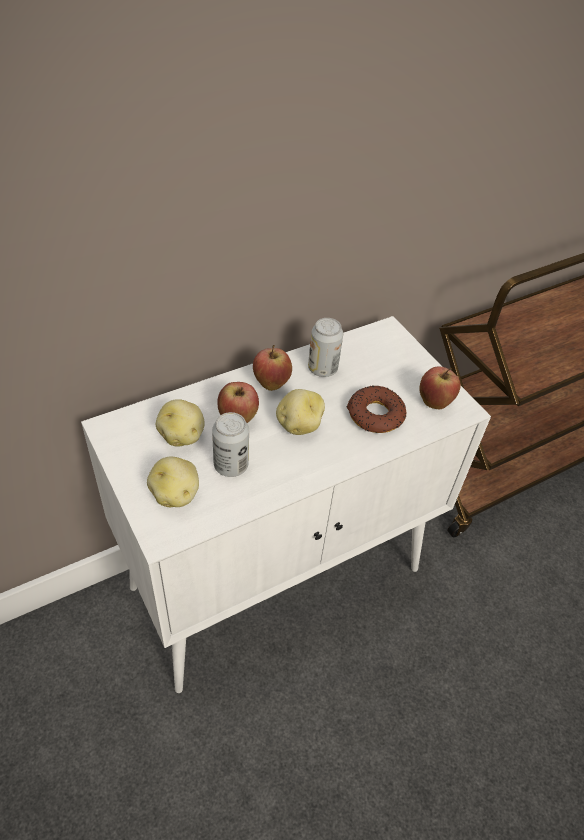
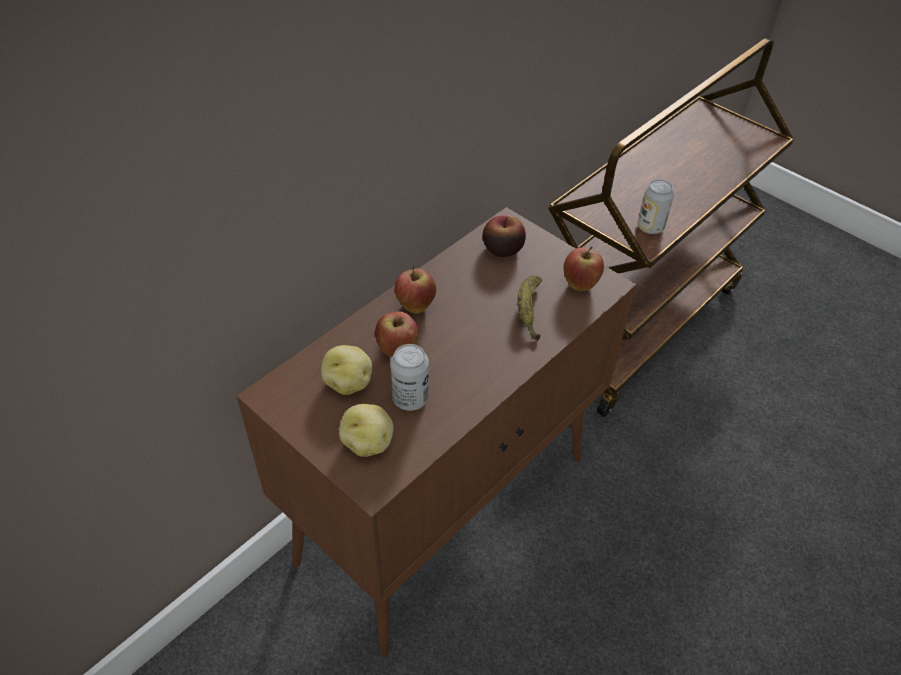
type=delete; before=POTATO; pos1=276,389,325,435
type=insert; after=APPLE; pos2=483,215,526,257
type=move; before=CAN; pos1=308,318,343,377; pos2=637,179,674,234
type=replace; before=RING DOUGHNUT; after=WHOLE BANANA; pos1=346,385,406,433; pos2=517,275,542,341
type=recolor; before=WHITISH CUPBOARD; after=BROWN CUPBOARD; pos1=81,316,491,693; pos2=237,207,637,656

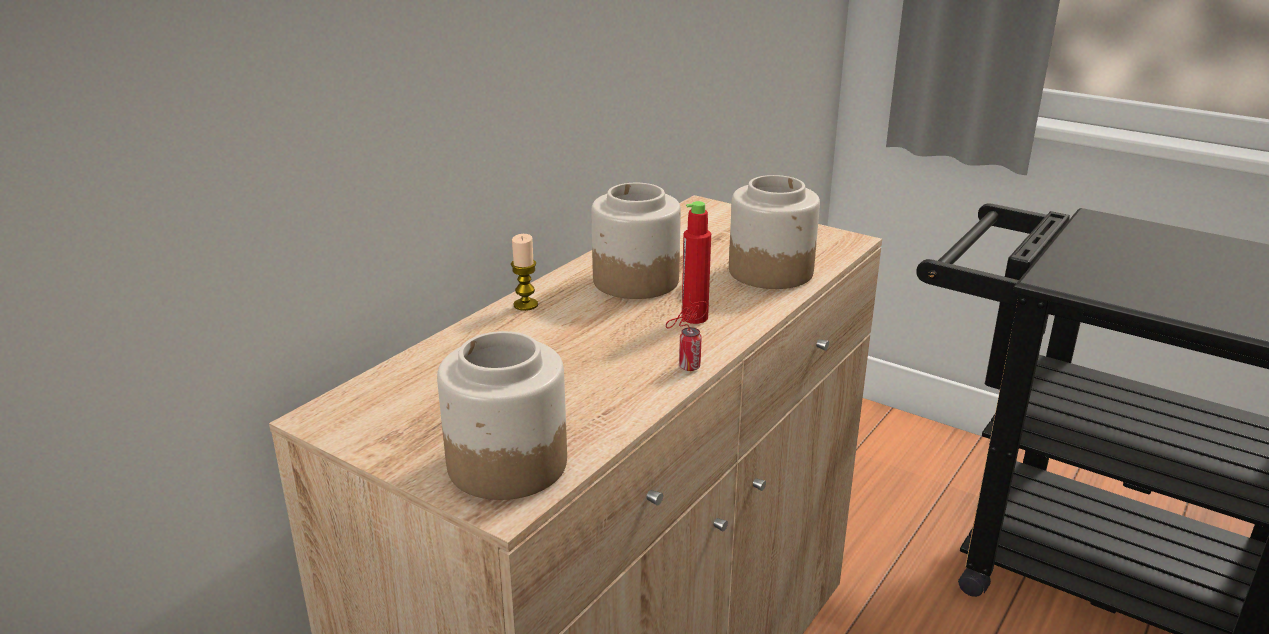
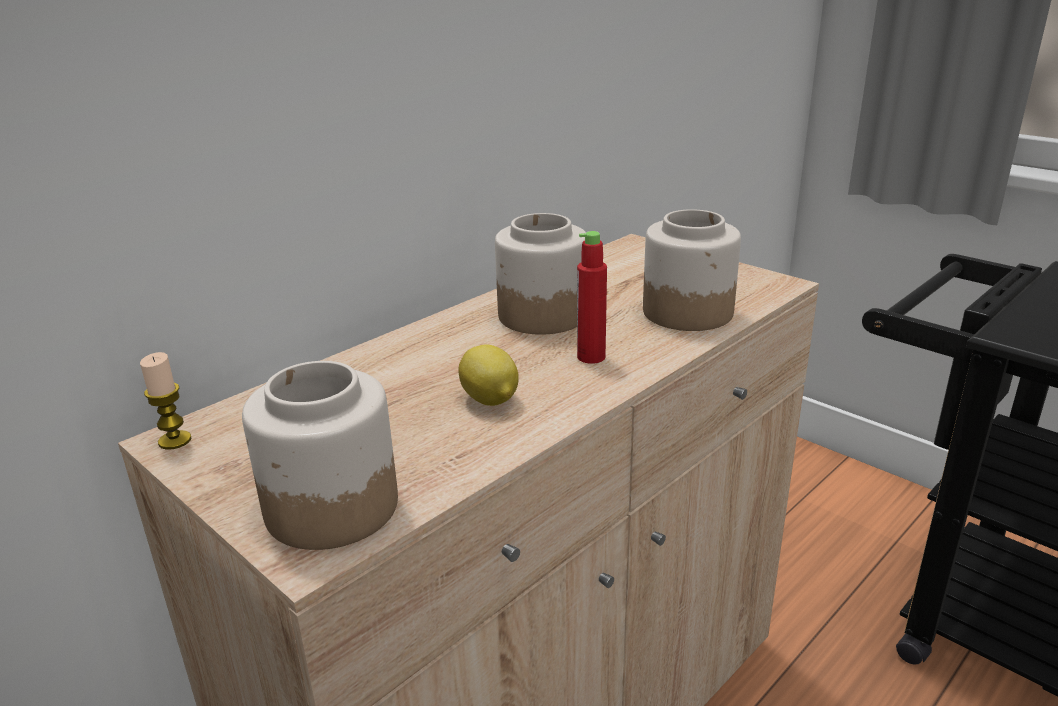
type=delete; before=CAN; pos1=666,294,708,371
type=insert; after=LEMON; pos2=458,345,519,406
type=move; before=CANDLE; pos1=511,234,538,311; pos2=140,352,192,450

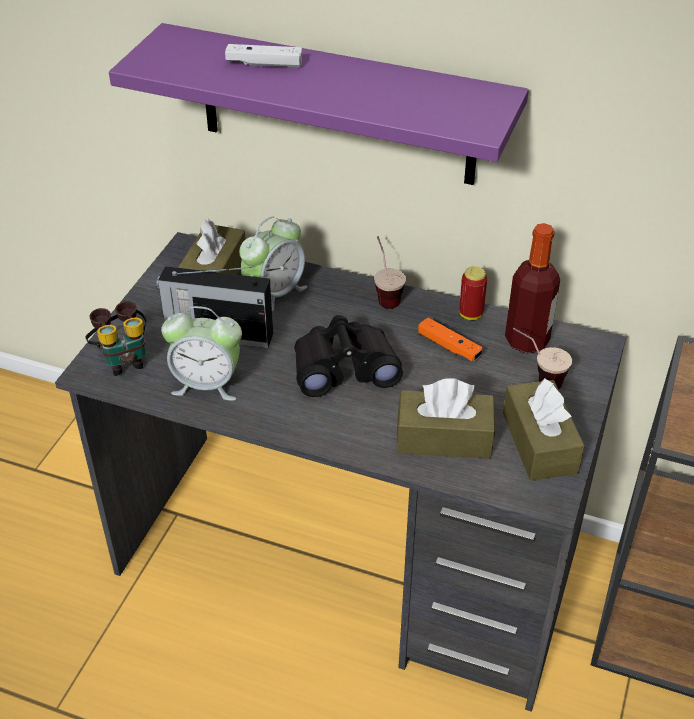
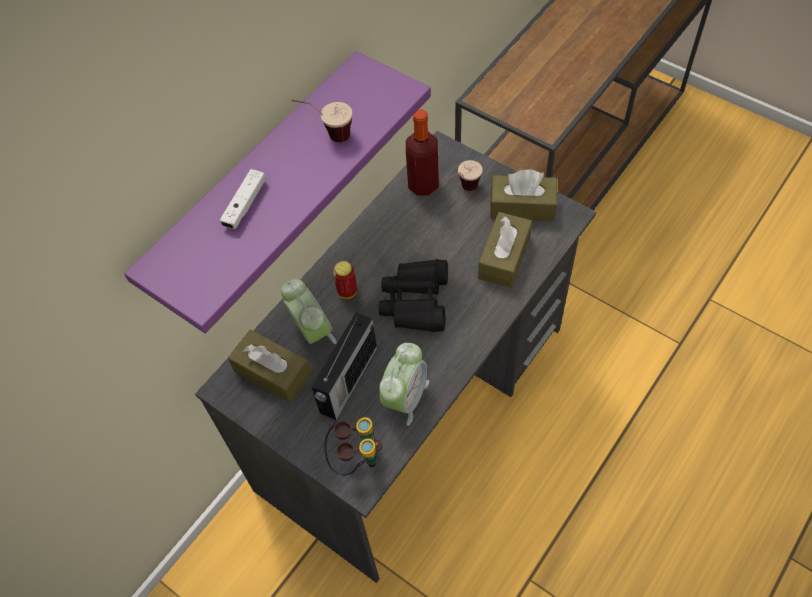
type=delete; before=ORANGE-COLOURED GAME CONTROLLER; pos1=418,317,483,361
type=move; before=DRINKING CUP; pos1=374,236,406,309; pos2=291,99,352,142
type=move; before=CAN; pos1=459,266,487,320; pos2=333,261,357,299

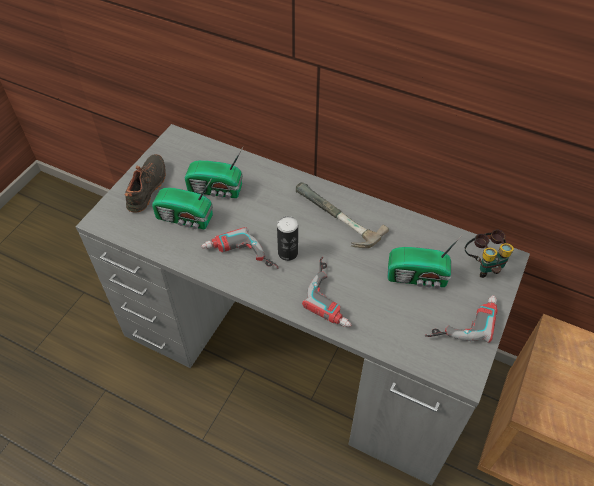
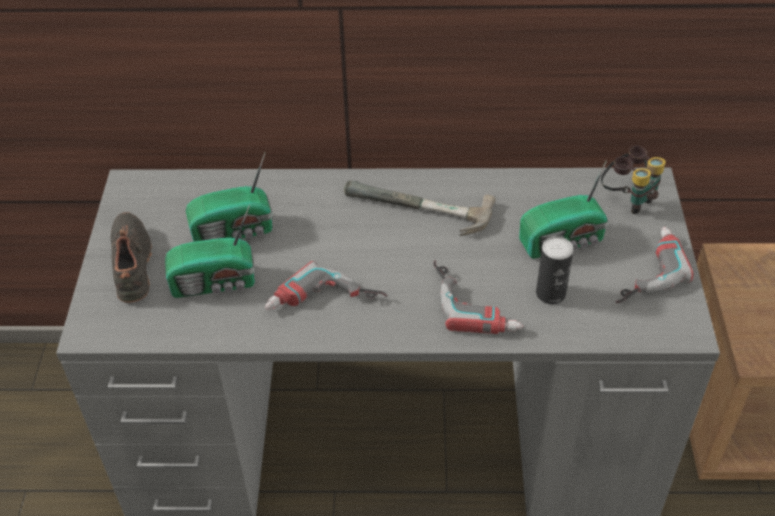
type=move; before=CAN; pos1=277,216,298,261; pos2=536,236,574,304

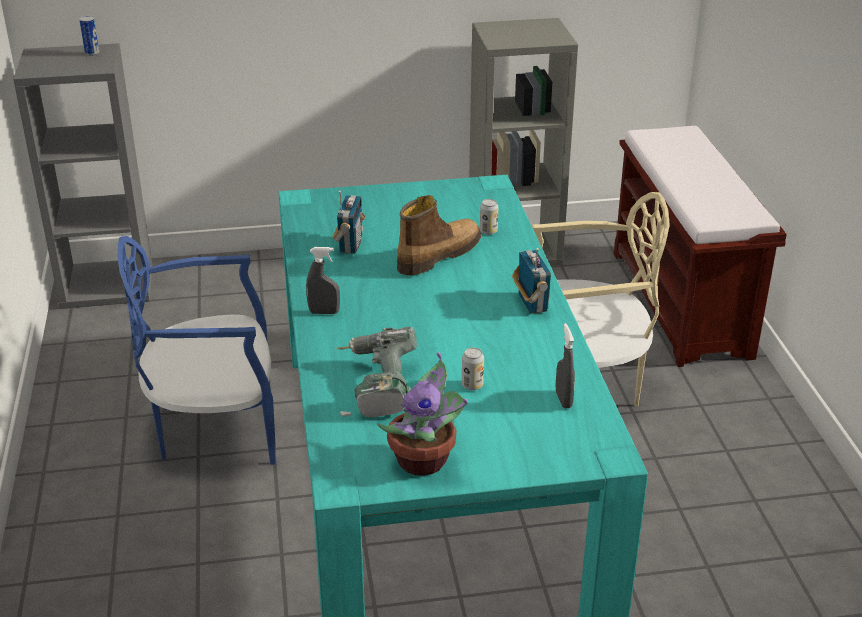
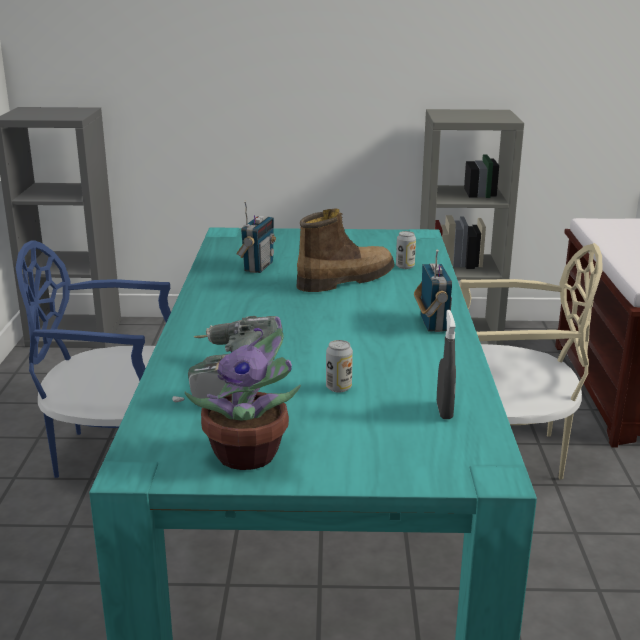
type=delete; before=CAN; pos1=79,16,99,56
type=delete; before=GREYISH SPRAYER; pos1=306,247,340,314

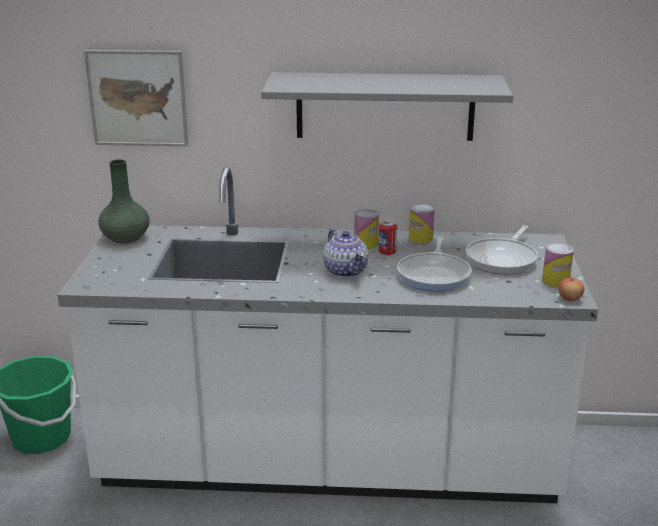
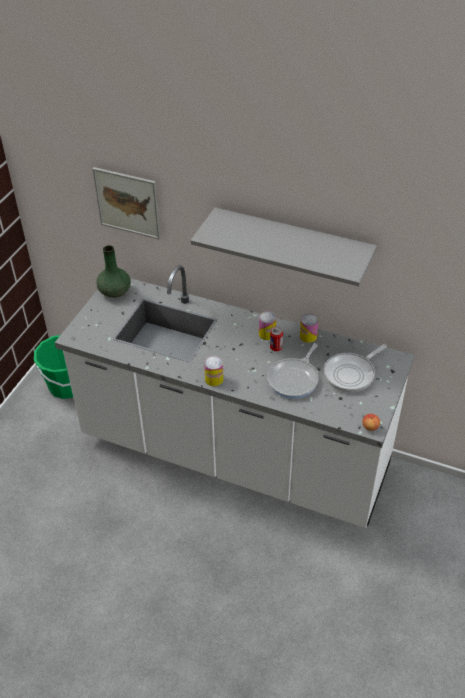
type=delete; before=POT FOR TEA; pos1=323,229,368,278
type=move; before=CAN; pos1=542,243,574,287; pos2=204,356,223,386

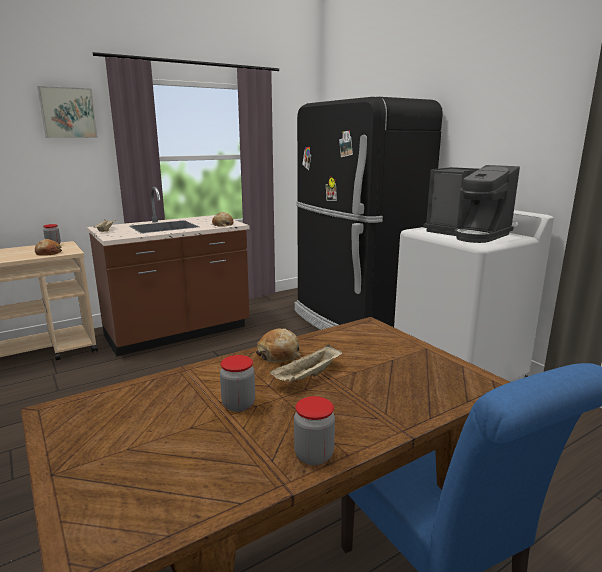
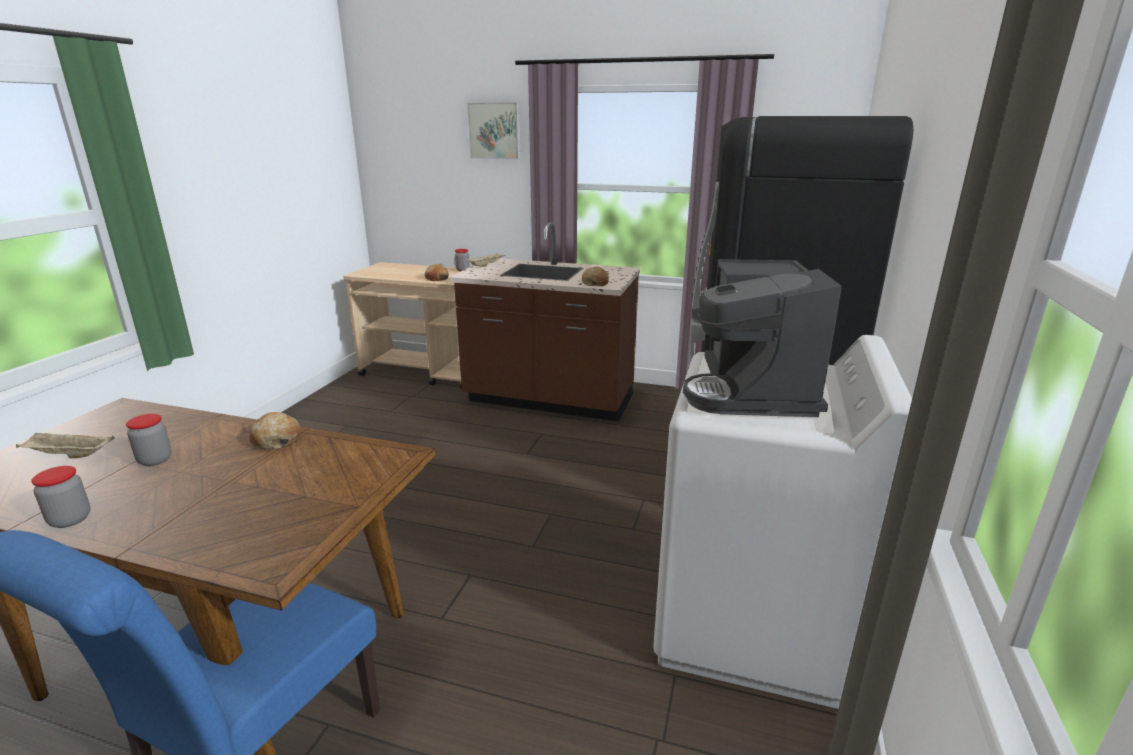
type=move; before=BEIGE-COLOURED CARRYING TRAY; pos1=270,344,342,382; pos2=16,432,115,458

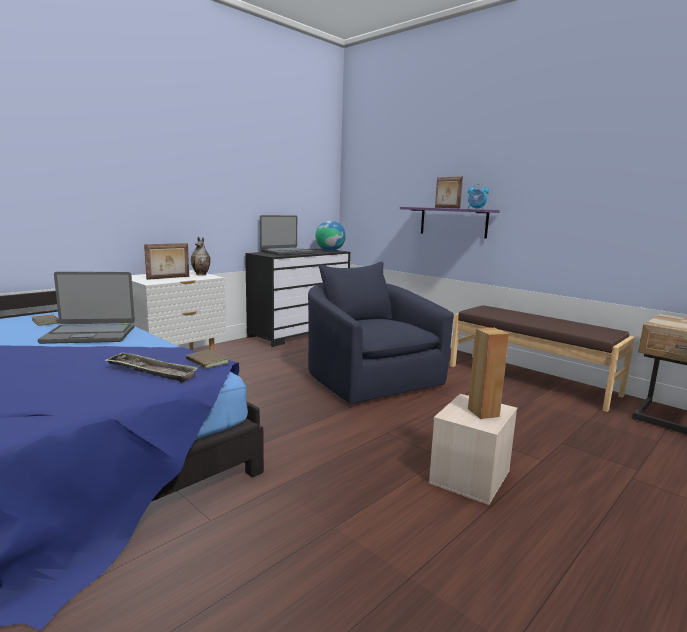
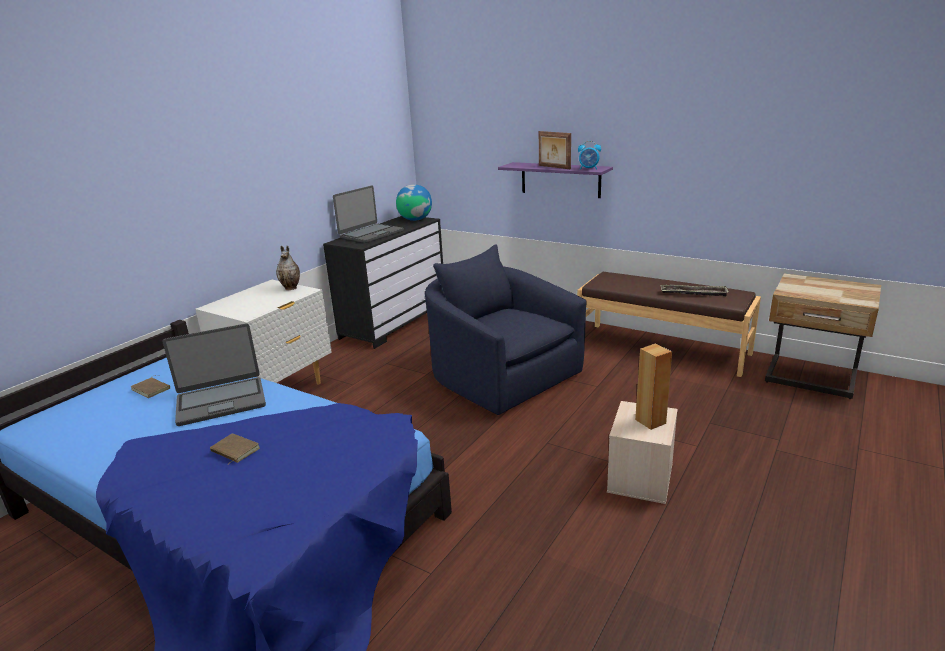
type=delete; before=PHOTO FRAME; pos1=144,243,189,280
type=move; before=CARRYING TRAY; pos1=105,352,199,383; pos2=660,285,728,296
type=move; before=BROWN BOUND BOOK; pos1=186,350,229,369; pos2=210,433,260,463

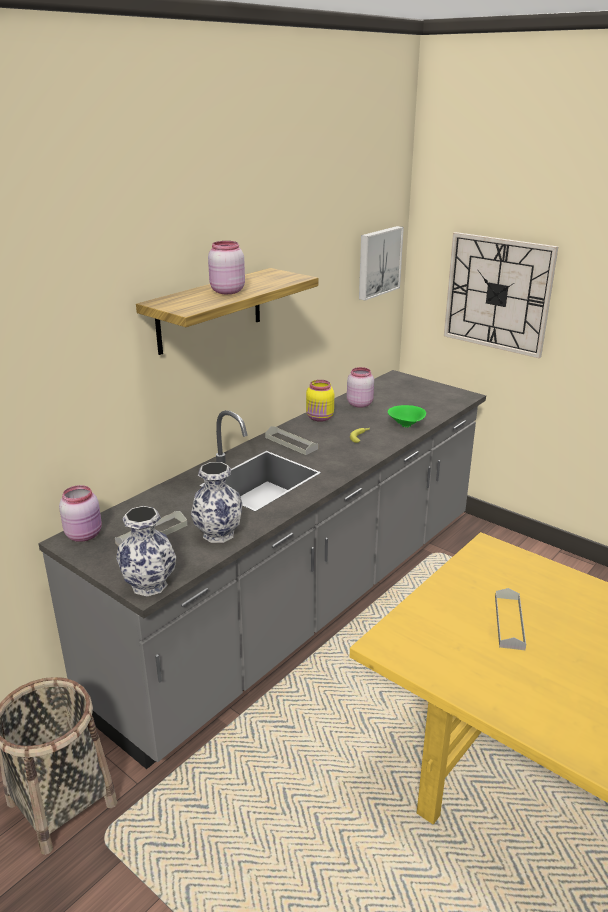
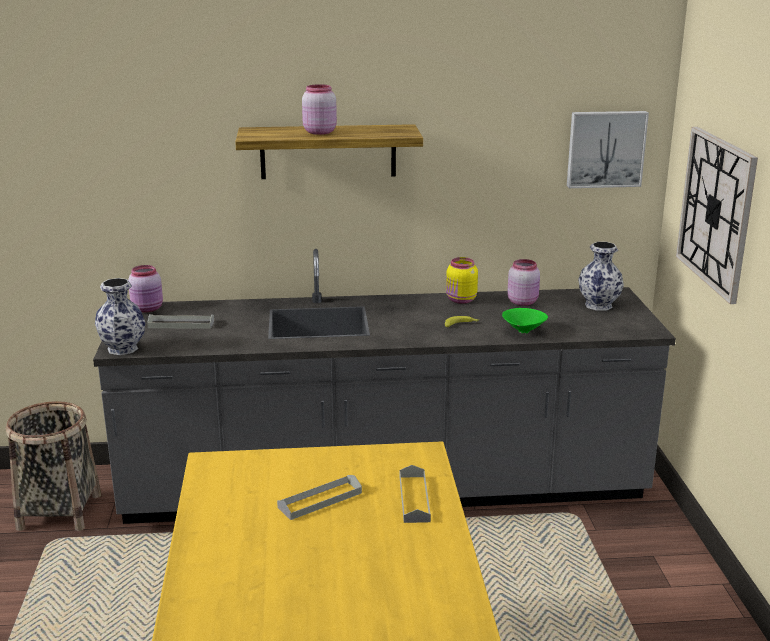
type=move; before=FLOWER VASE; pos1=191,462,243,543; pos2=578,242,624,311
type=move; before=GREYISH CARRYING TRAY; pos1=265,426,318,455; pos2=400,465,431,523

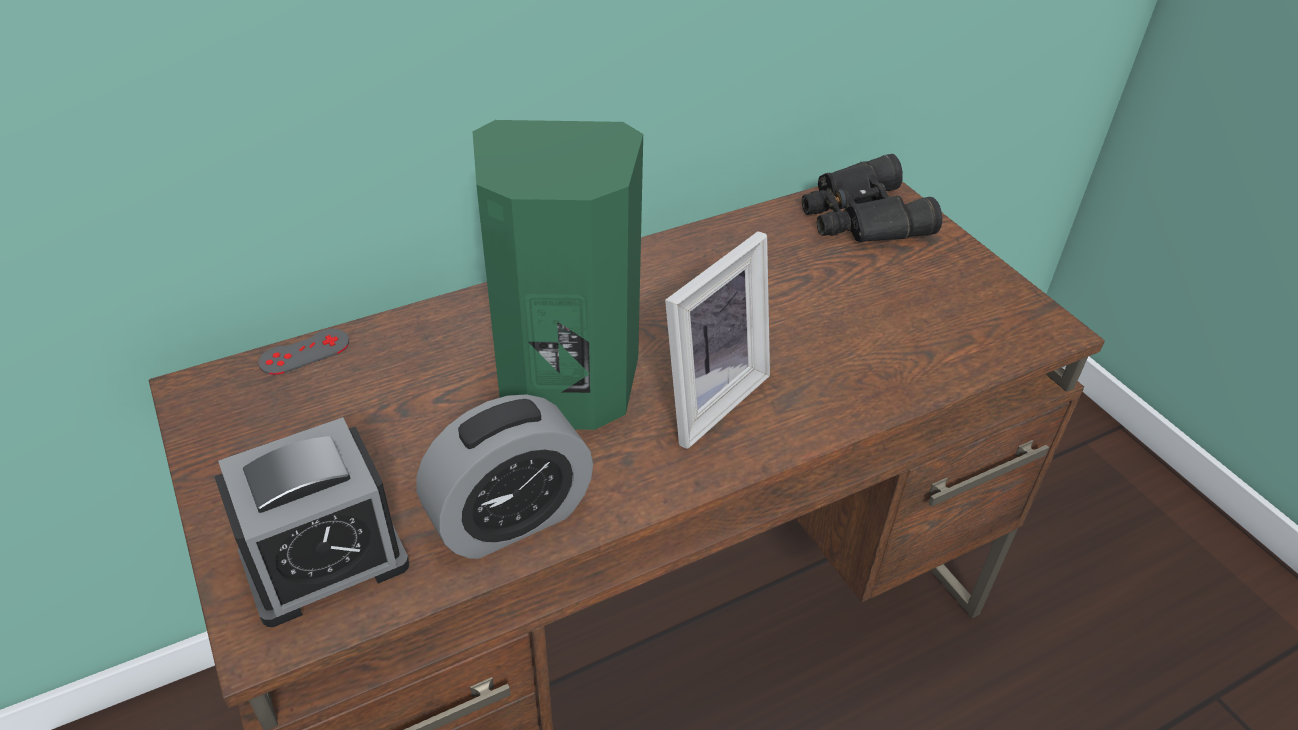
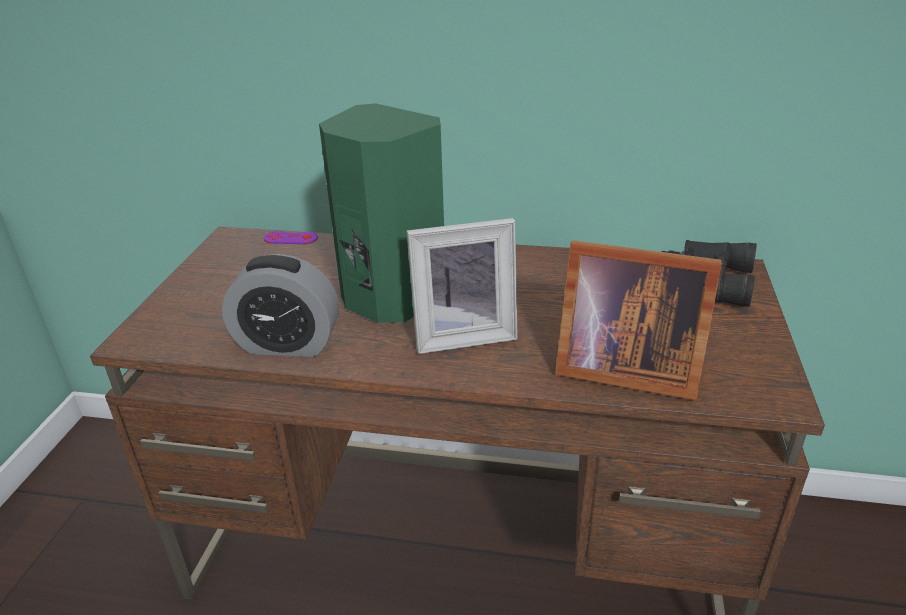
type=delete; before=TABLE CLOCK; pos1=214,417,409,627
type=insert; after=PHOTO FRAME; pos2=555,240,722,401
type=recolor; before=GREYISH GAME CONTROLLER; after=PURPLE GAME CONTROLLER; pos1=258,329,349,375; pos2=264,231,318,244

